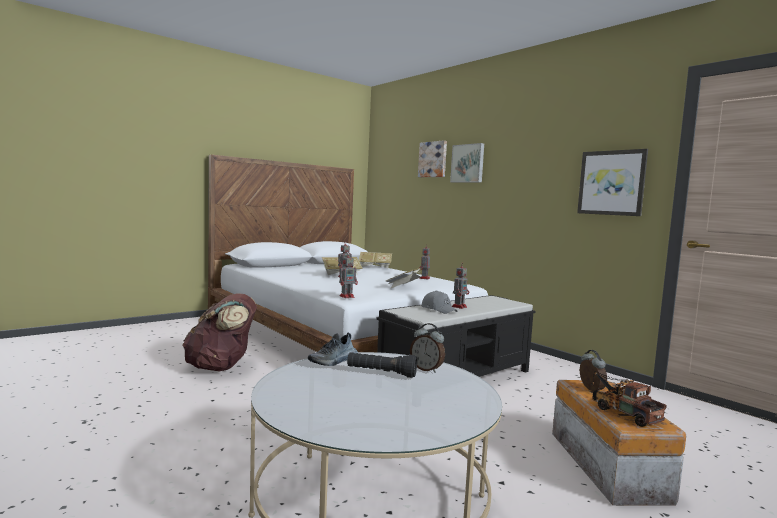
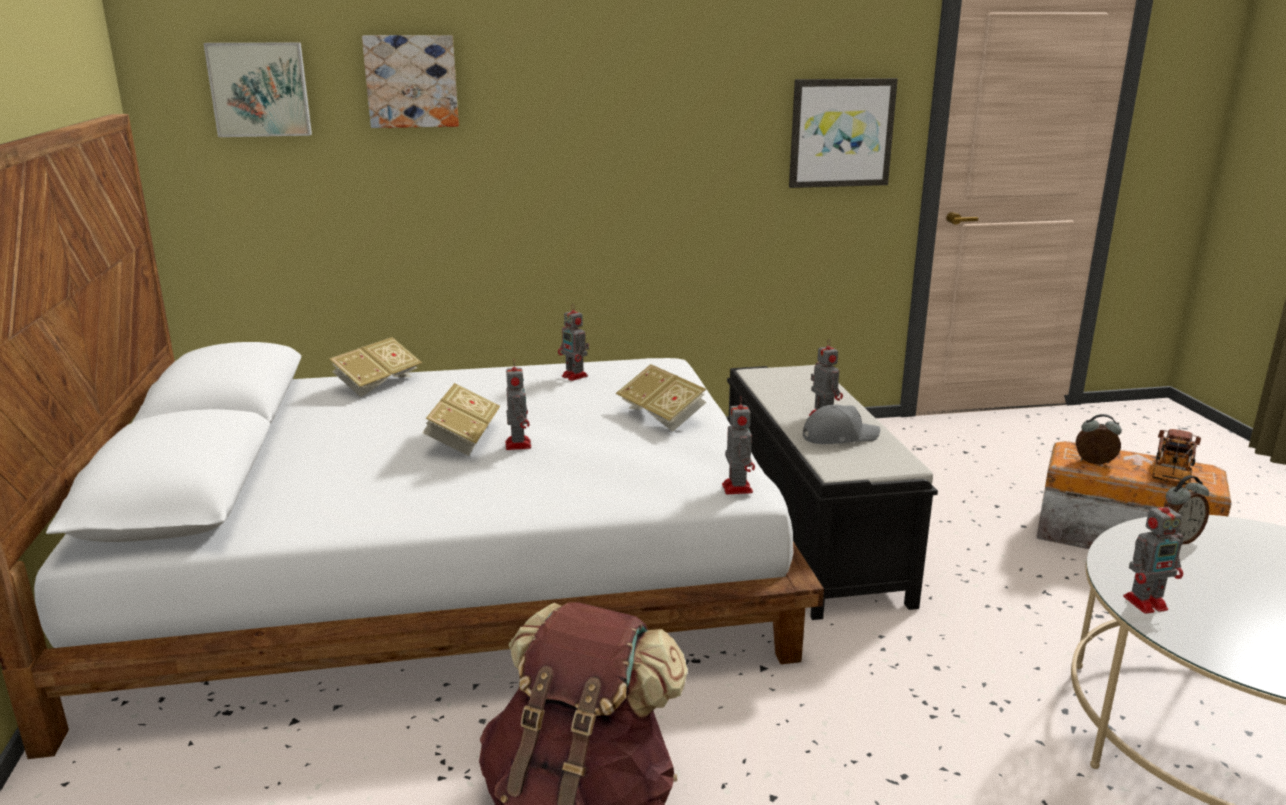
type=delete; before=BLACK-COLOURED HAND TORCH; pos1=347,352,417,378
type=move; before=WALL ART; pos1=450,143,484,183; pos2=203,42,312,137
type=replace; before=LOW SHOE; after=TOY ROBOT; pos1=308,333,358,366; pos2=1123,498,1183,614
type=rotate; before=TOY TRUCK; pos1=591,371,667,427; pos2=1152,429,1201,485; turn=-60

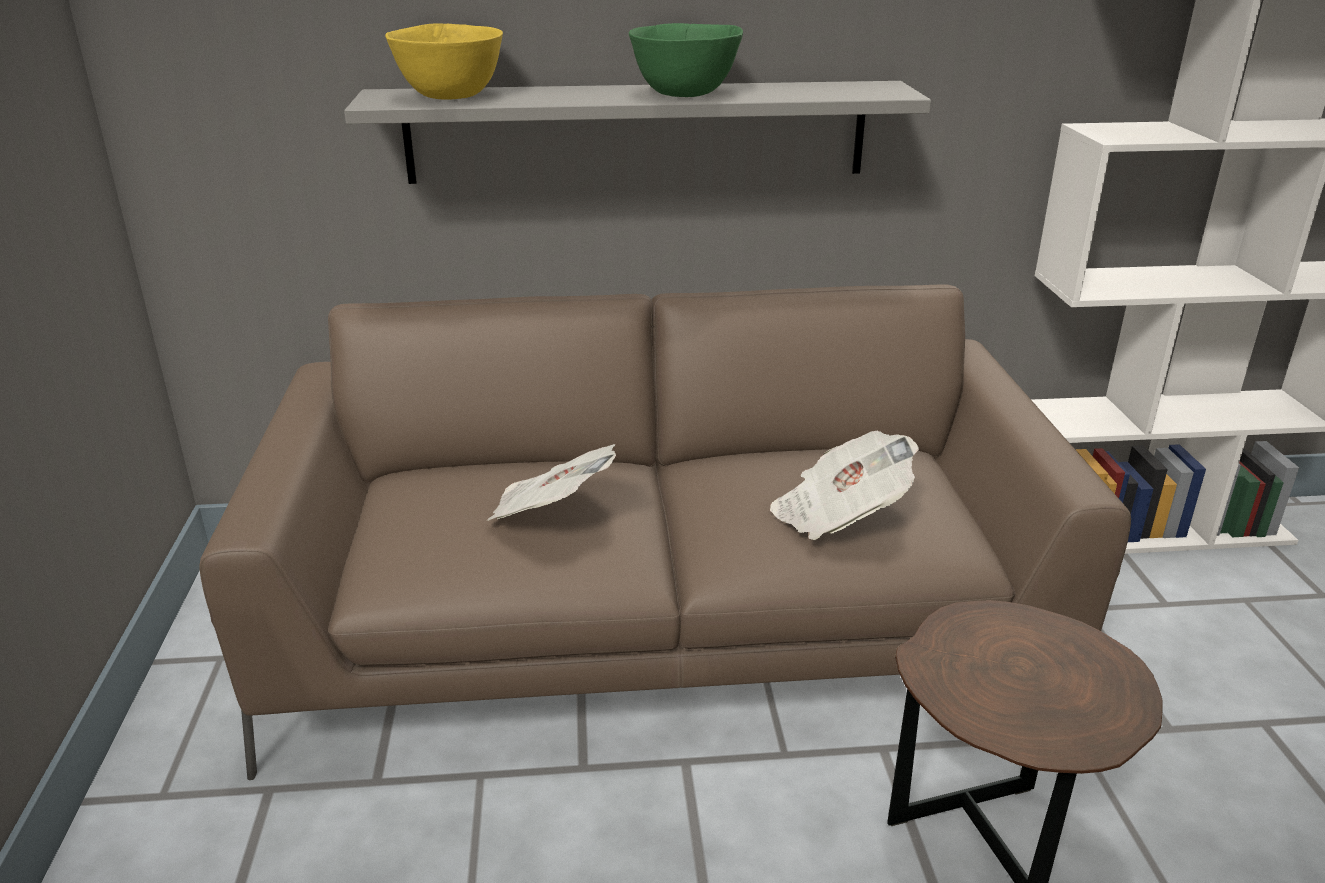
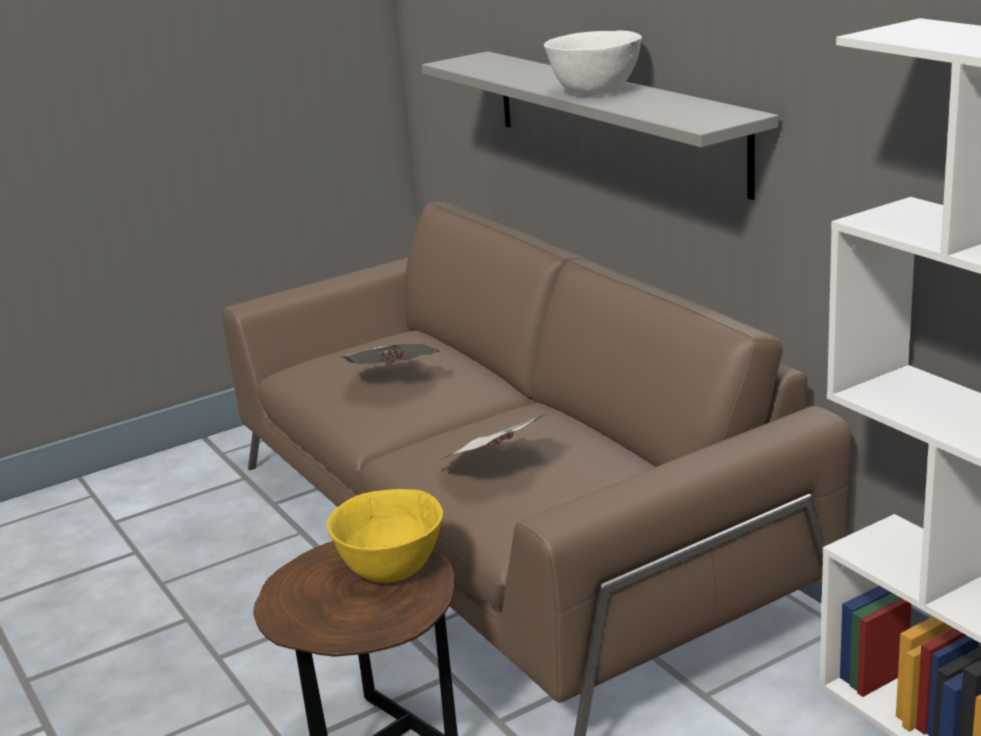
type=move; before=YELLOW-COLOURED DEEP DISH; pos1=385,23,503,100; pos2=327,489,443,583
type=recolor; before=GREENISH DEEP DISH; after=WHITISH DEEP DISH; pos1=629,23,743,97; pos2=544,31,642,95

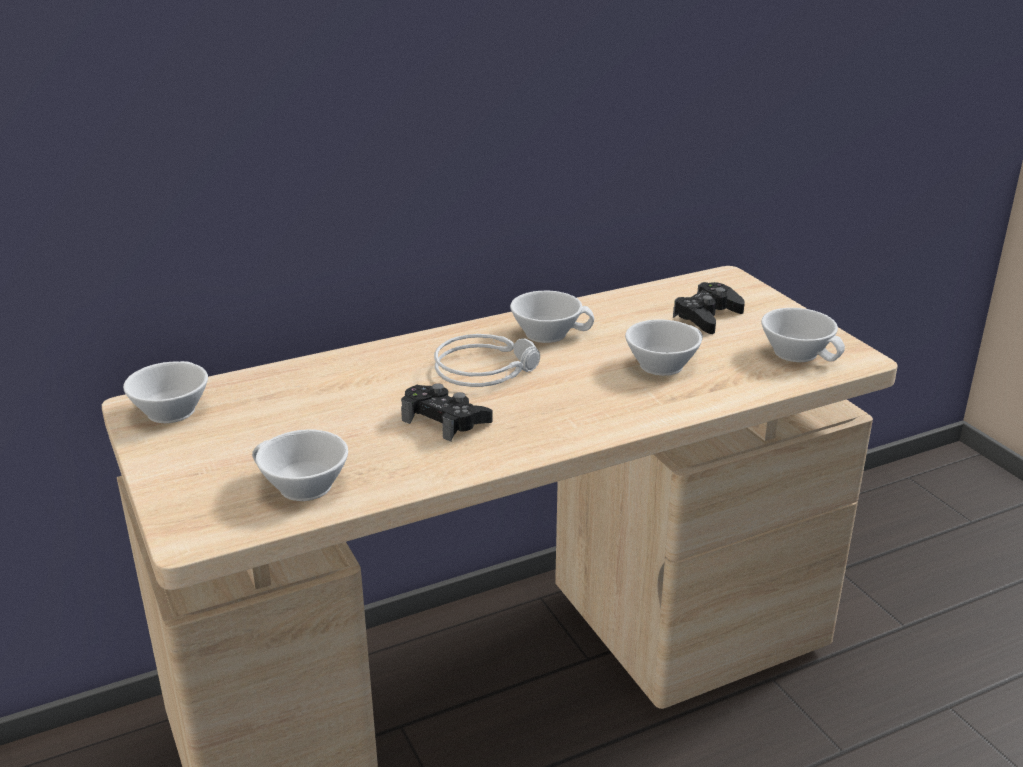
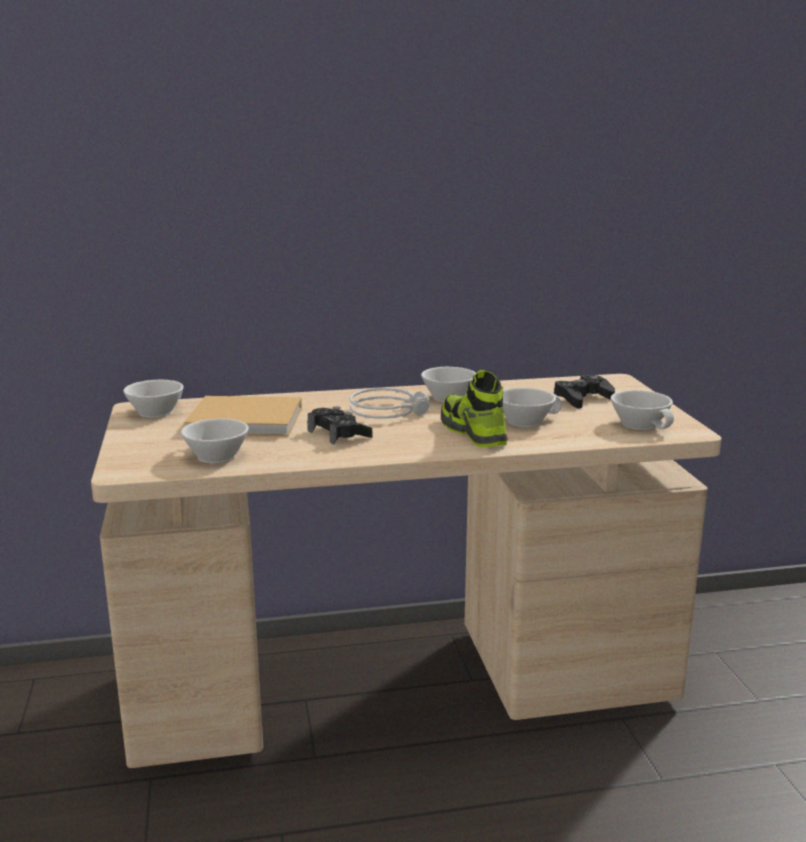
type=insert; after=BEIGE-COLOURED BOUND BOOK; pos2=184,396,302,436
type=insert; after=LOW SHOE; pos2=441,370,508,447

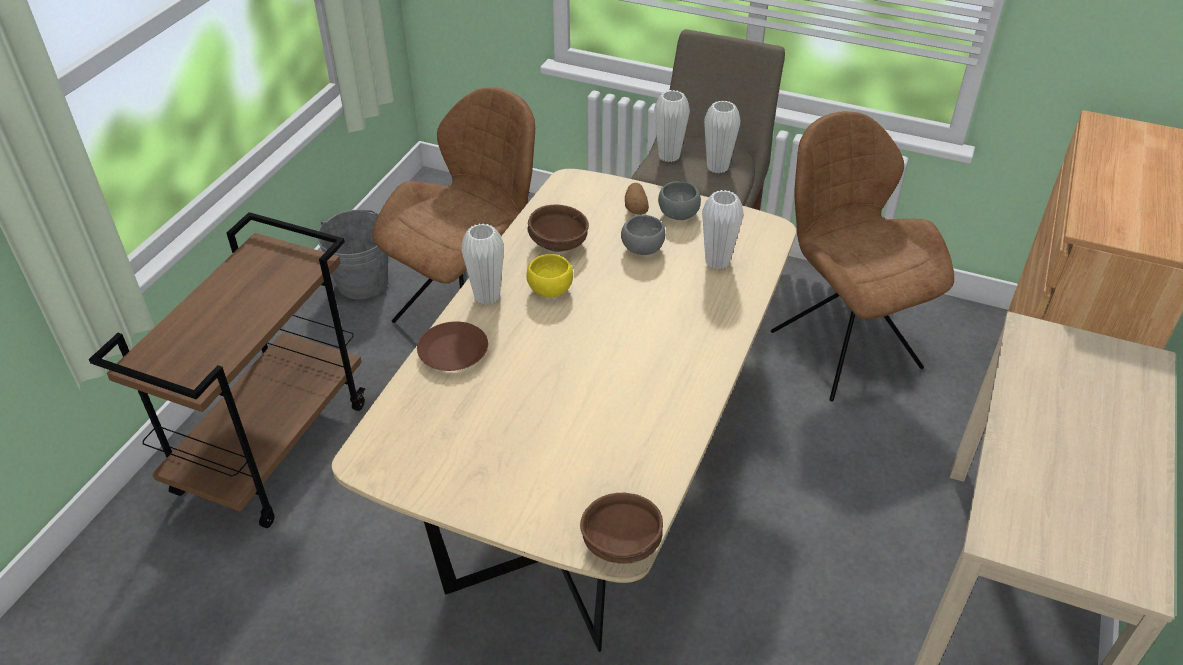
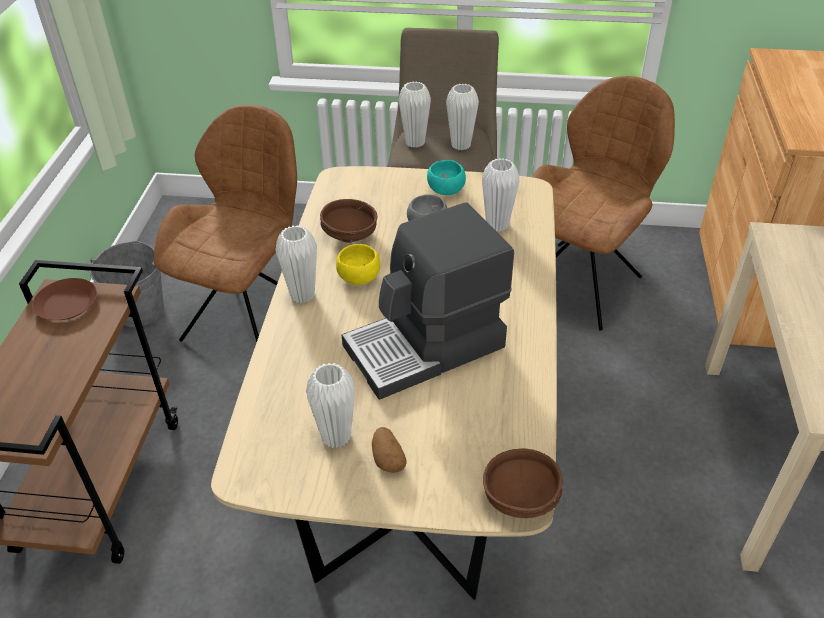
type=insert; after=WHITISH FLOWER VASE; pos2=306,363,356,449
type=insert; after=COFFEE MAKER; pos2=342,203,514,400
type=move; before=BROWN DINNER PLATE; pos1=417,322,488,371; pos2=32,278,97,320
type=move; before=POTATO; pos1=625,183,649,215; pos2=372,427,407,473
type=recolor; before=GREYISH DEEP DISH; after=TURQUOISE-COLOURED DEEP DISH; pos1=658,181,701,220; pos2=427,160,466,195
type=rotate; before=BROWN UPRIGHT CHAIR; pos1=771,111,954,402; pos2=532,76,675,331; turn=75

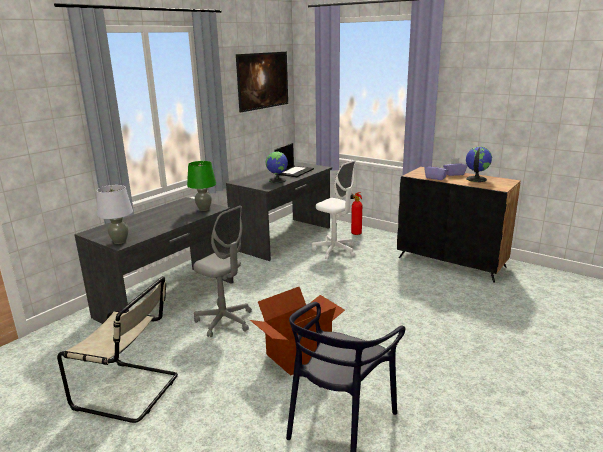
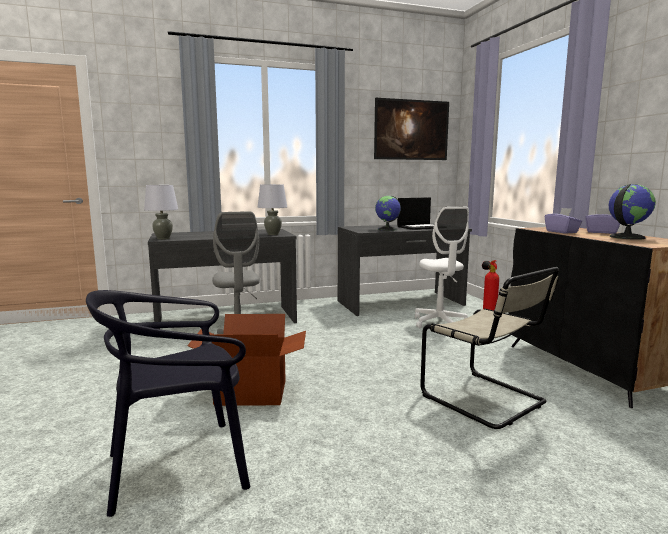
type=move; before=BEIGE-COLOURED UPRIGHT CHAIR; pos1=57,276,178,423; pos2=420,267,559,429
type=recolor; before=GREENISH TABLETOP LAMP; after=GREYISH TABLETOP LAMP; pos1=187,161,216,211; pos2=258,184,287,235

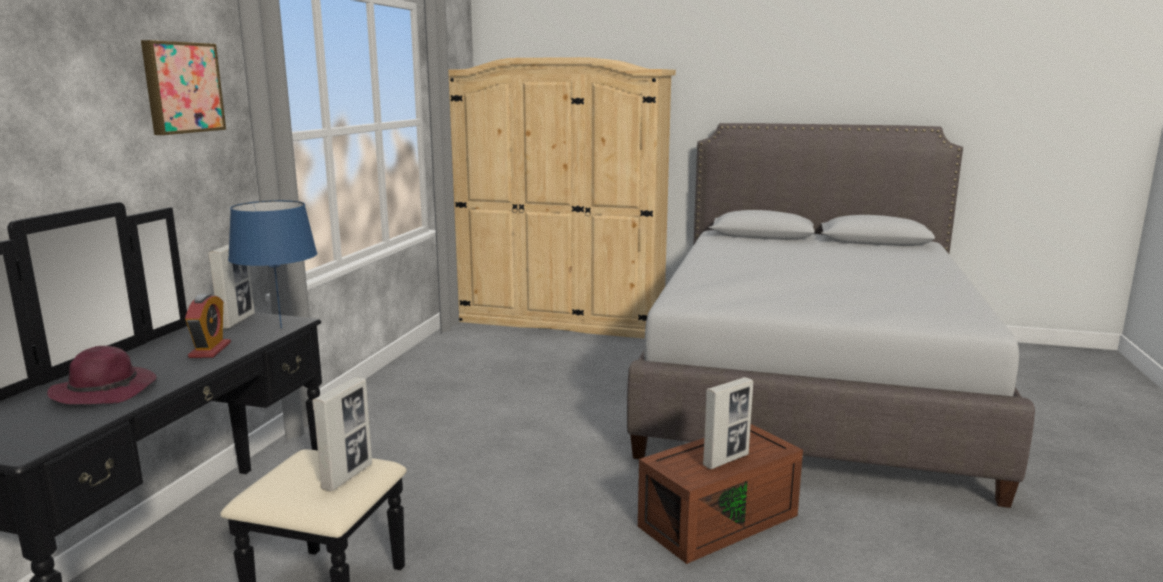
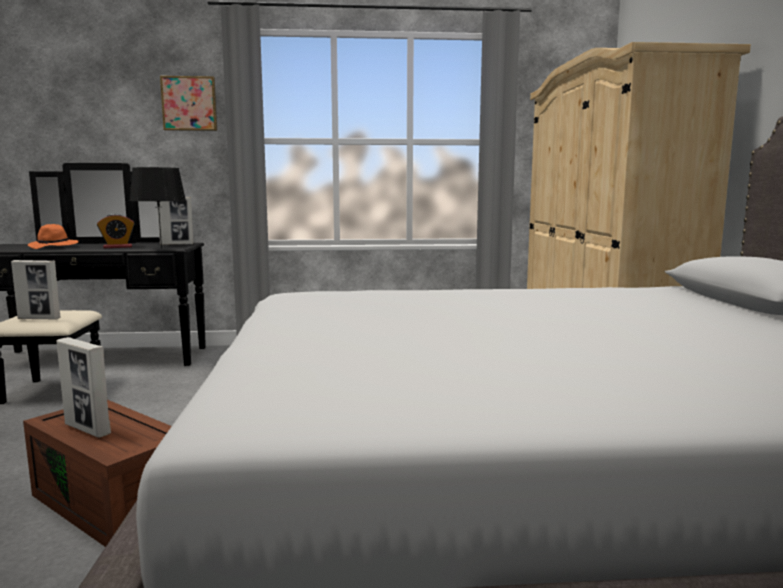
type=recolor; before=PURPLE CLOTHING HAT; after=ORANGE-COLOURED CLOTHING HAT; pos1=47,346,157,404; pos2=28,224,79,249
type=recolor; before=BLUE-COLOURED TABLETOP LAMP; after=BLACK-COLOURED TABLETOP LAMP; pos1=228,200,318,328; pos2=130,167,186,248

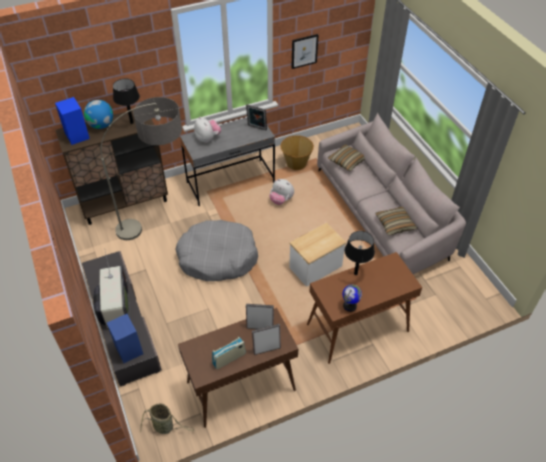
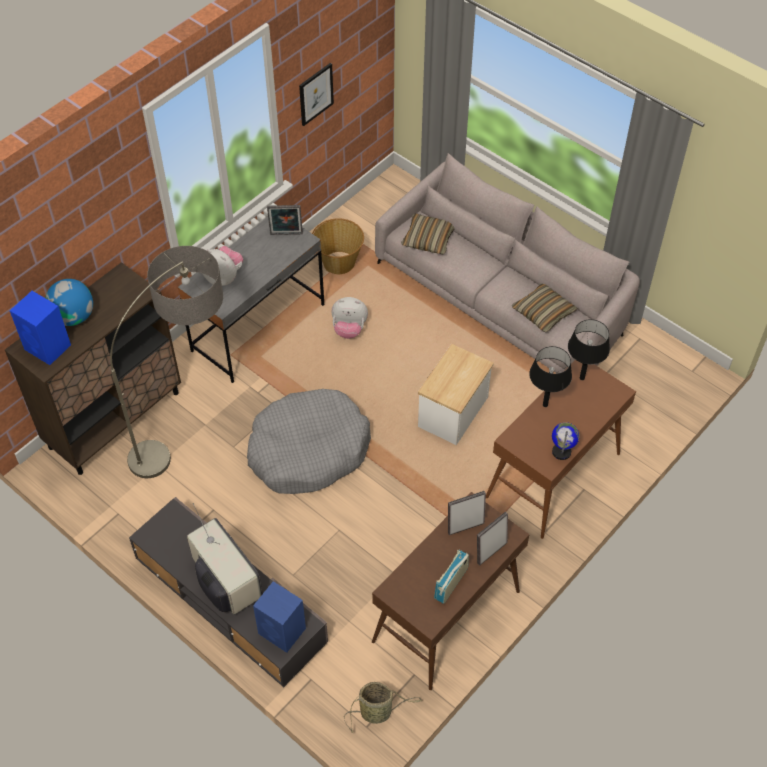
type=move; before=BLACK-COLOURED TABLETOP LAMP; pos1=113,79,140,124; pos2=568,319,610,380

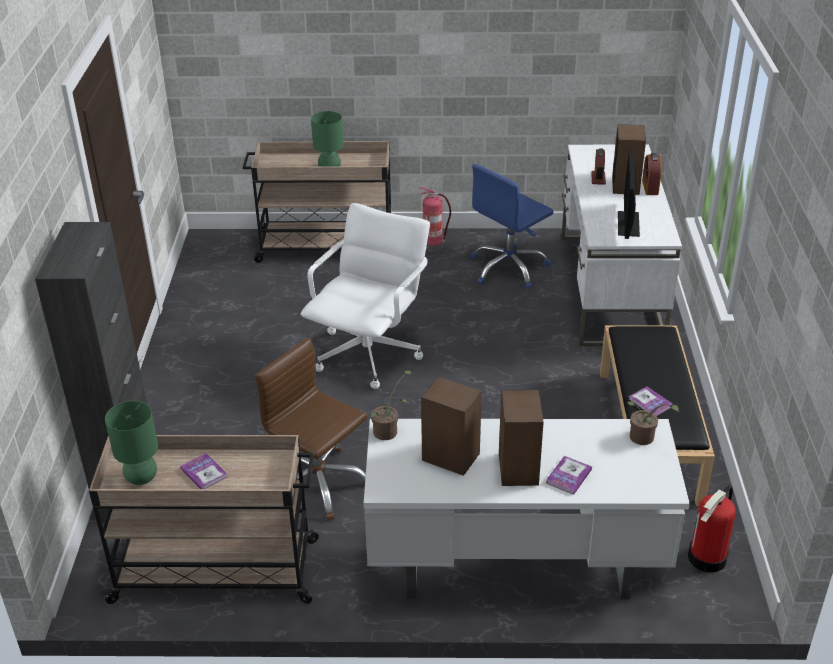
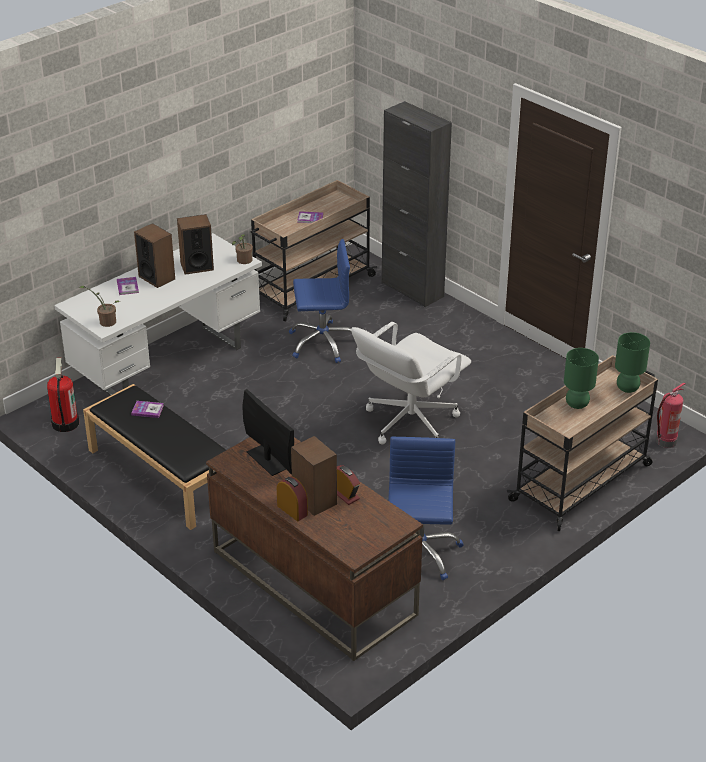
type=move; before=GREENISH TABLETOP LAMP; pos1=105,401,158,485; pos2=615,332,650,393
type=move; before=FIRE-FIGHTING CYLINDER; pos1=419,187,451,252; pos2=656,383,685,448
type=recolor; before=BROWN COMPUTER CHAIR; after=BLUE-COLOURED COMPUTER CHAIR; pos1=255,337,367,521; pos2=289,239,351,363
type=recolor; before=WHITISH DESK UNIT; after=BROWN DESK UNIT; pos1=561,144,682,346; pos2=206,437,423,661
type=rotate; before=WHITISH COMPUTER CHAIR; pos1=300,203,430,389; pos2=351,322,471,444; turn=60

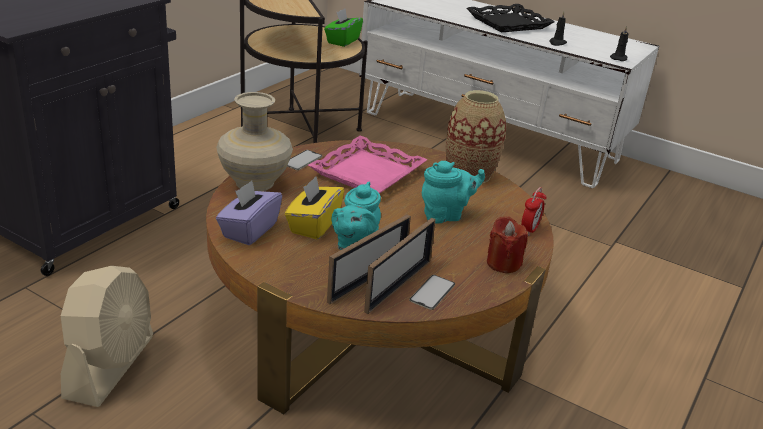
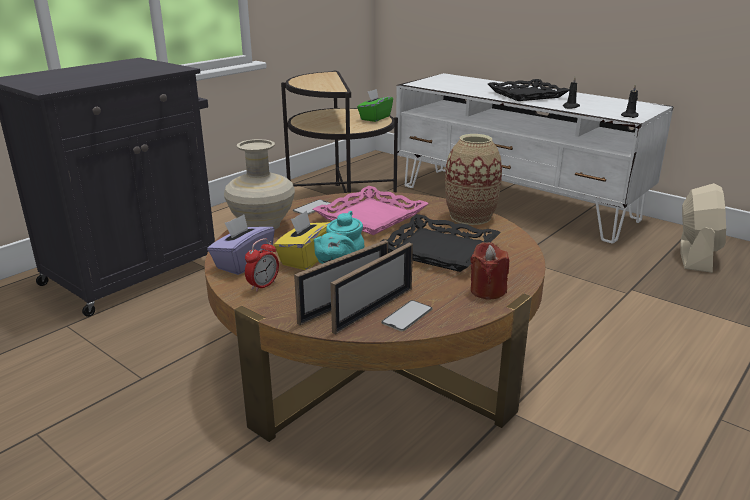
type=move; before=BEIGE-COLOURED FAN; pos1=61,266,153,407; pos2=681,183,726,273
type=move; before=TABLE CLOCK; pos1=521,187,546,236; pos2=245,238,279,292
type=replace; before=TURQUOISE-COLOURED POT FOR TEA; after=BLACK-COLOURED CARRYING TRAY; pos1=422,161,485,224; pos2=380,214,501,272

